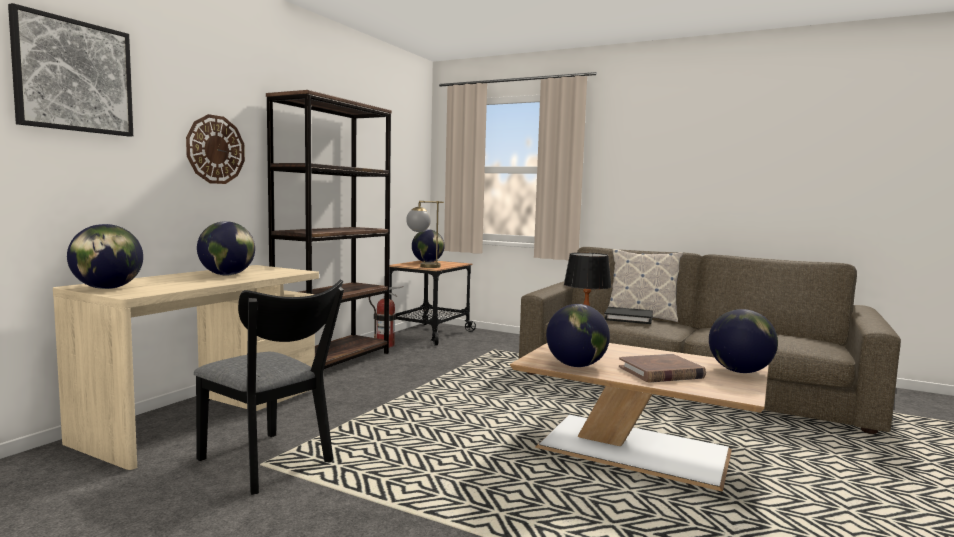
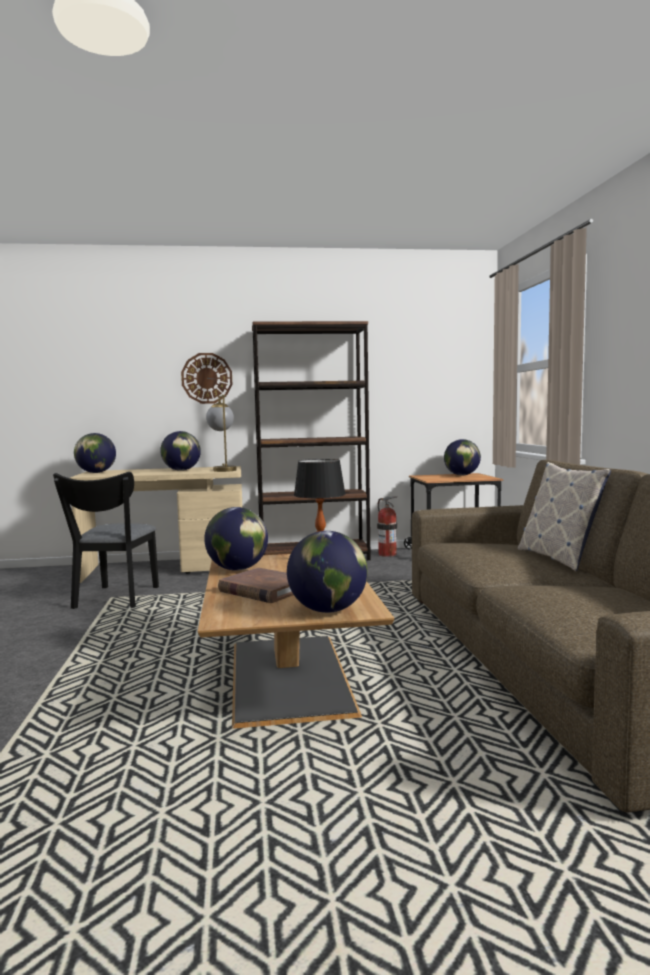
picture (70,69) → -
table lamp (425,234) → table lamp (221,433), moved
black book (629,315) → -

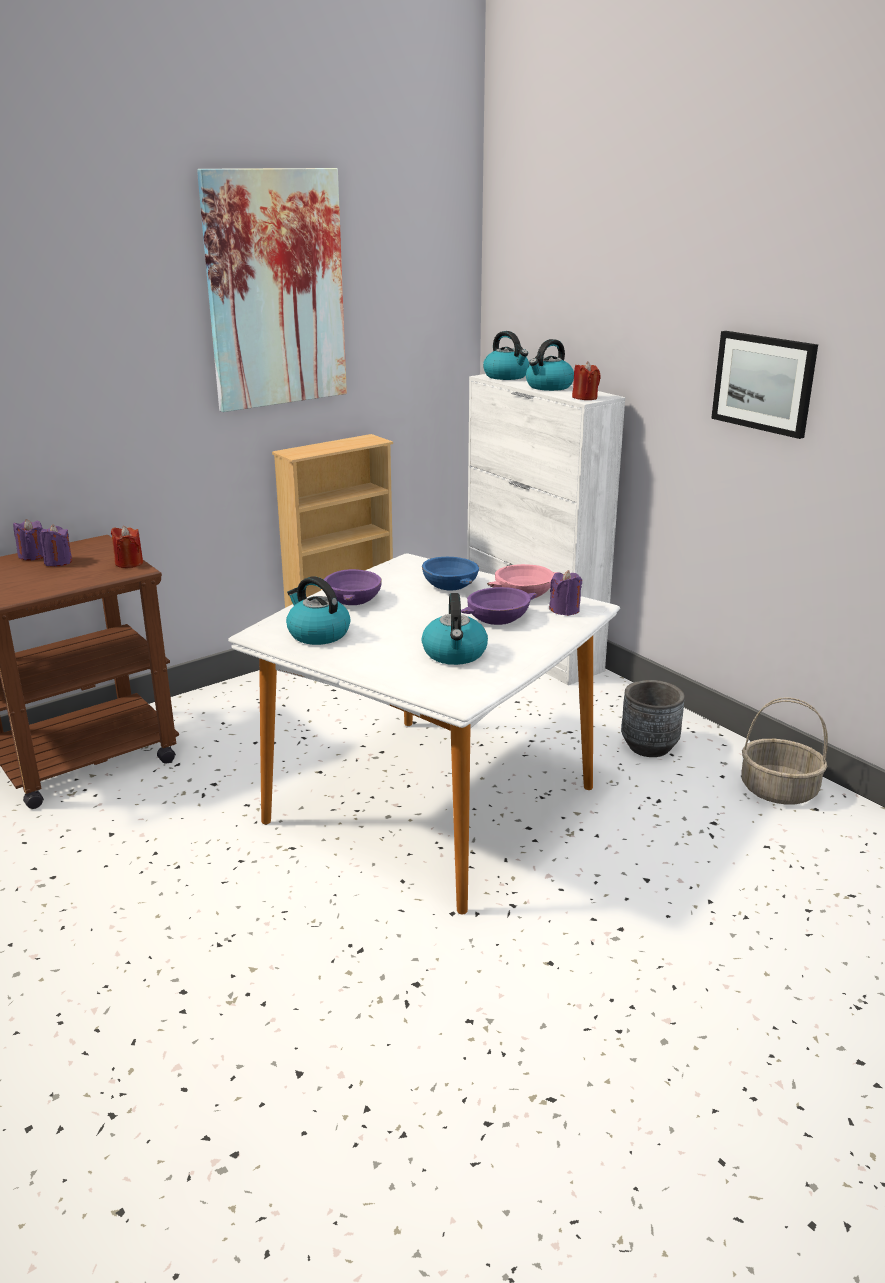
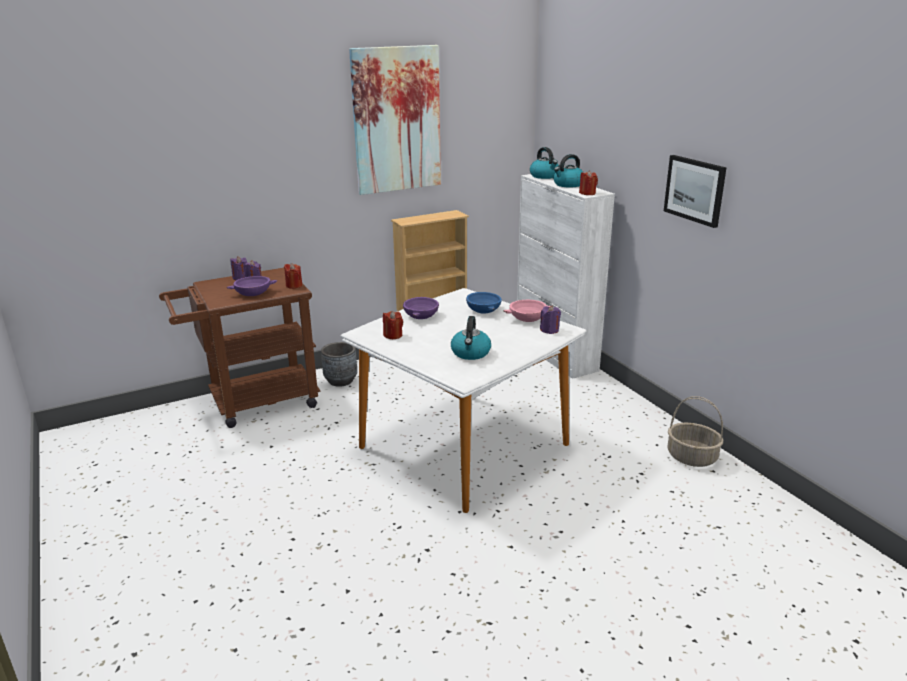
kettle (318,610) → red candle (393,325)
purple bowl (499,606) → purple bowl (252,286), moved
grey planter (653,718) → grey planter (339,364), moved

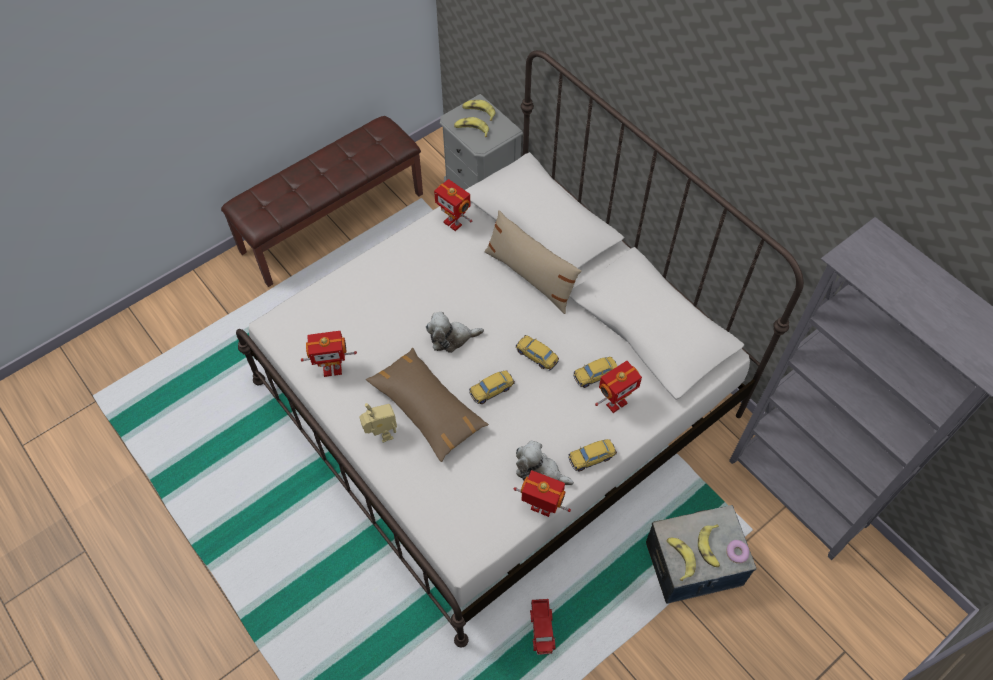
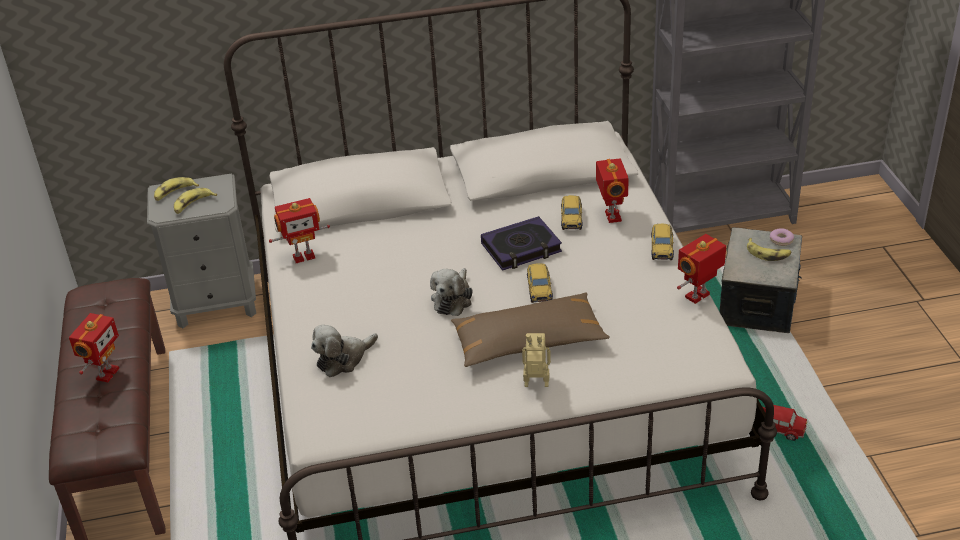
toy robot (329,354) → toy robot (94,347), moved
beige pillow (533,262) → -
toy car (537,352) → book (521,243)
plush toy (545,463) → plush toy (344,351), moved
banana (681,559) → -

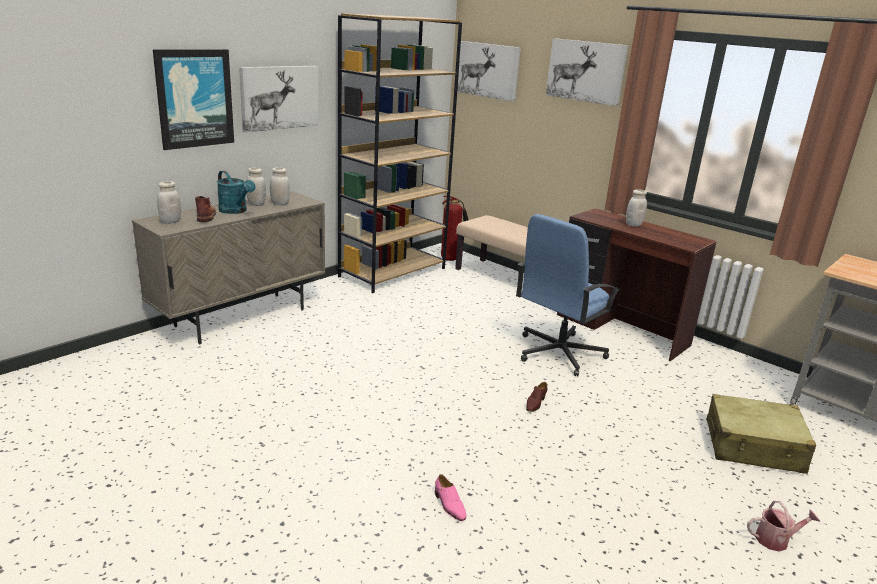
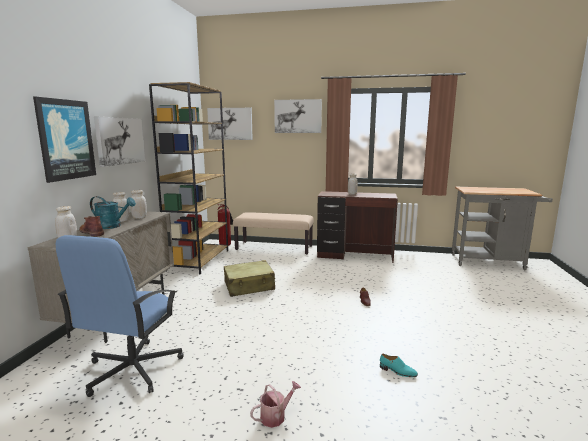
pink shoe (450,497) → turquoise shoe (399,365)
blue office chair (568,295) → blue office chair (120,316), moved
beige suitcase (761,434) → beige suitcase (249,278), moved
watering can (783,526) → watering can (275,404), moved

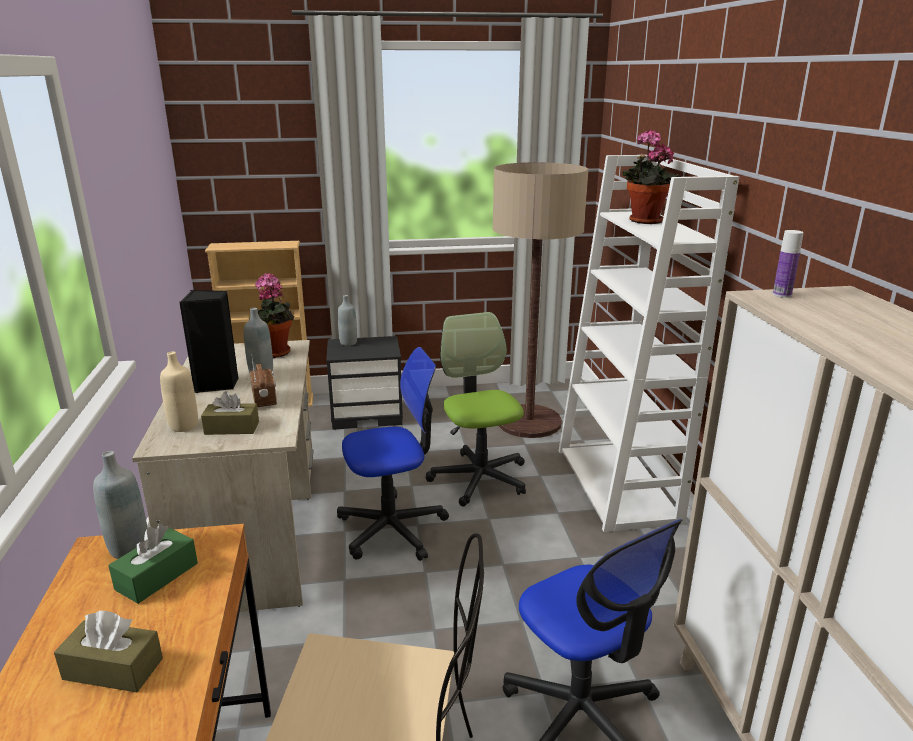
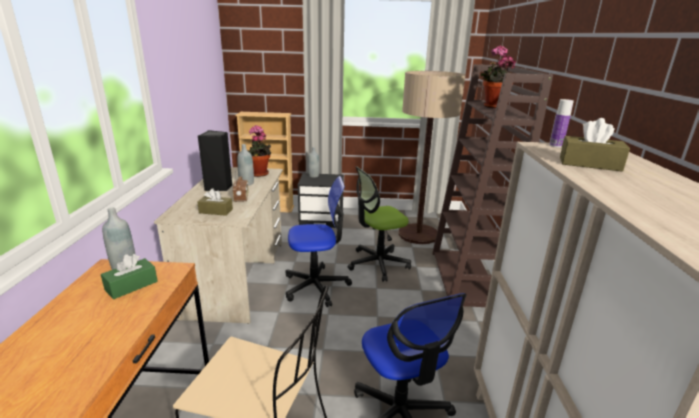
brown tissue box (108,651) → brown tissue box (595,145), moved
beige bottle (179,391) → -
office chair (476,409) → office chair (379,224), 105 degrees counterclockwise
white bookcase (649,343) → brown bookcase (492,185)

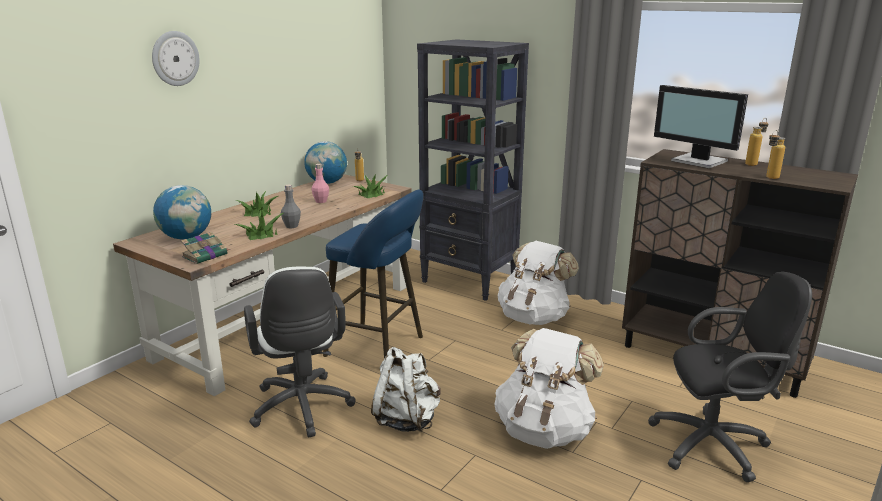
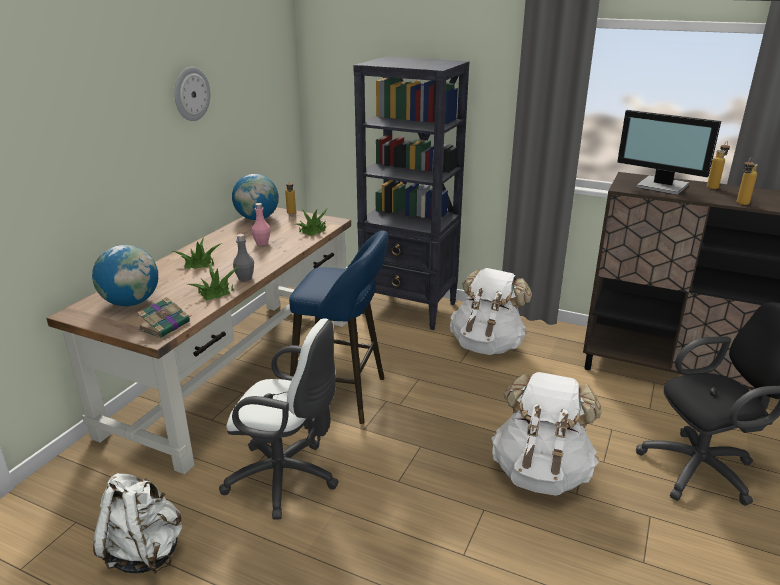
wall clock (176,58) → wall clock (192,94), moved
white office chair (300,352) → white office chair (279,419), 45 degrees counterclockwise
white backpack (406,389) → white backpack (137,523), moved

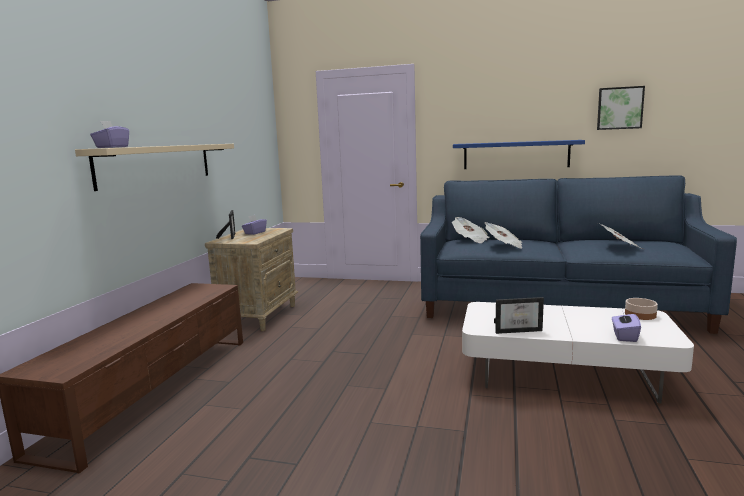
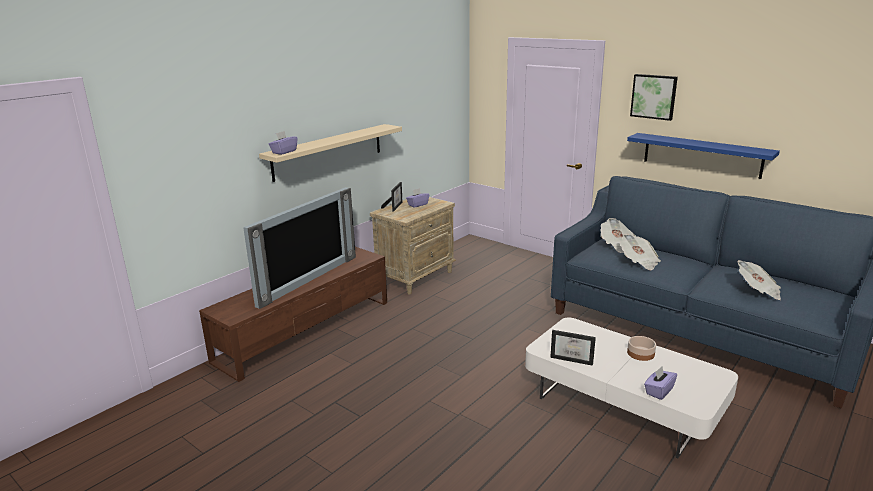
picture (621,108) → picture (654,97), moved
bowl (641,309) → bowl (641,348), moved
- → television (299,248)

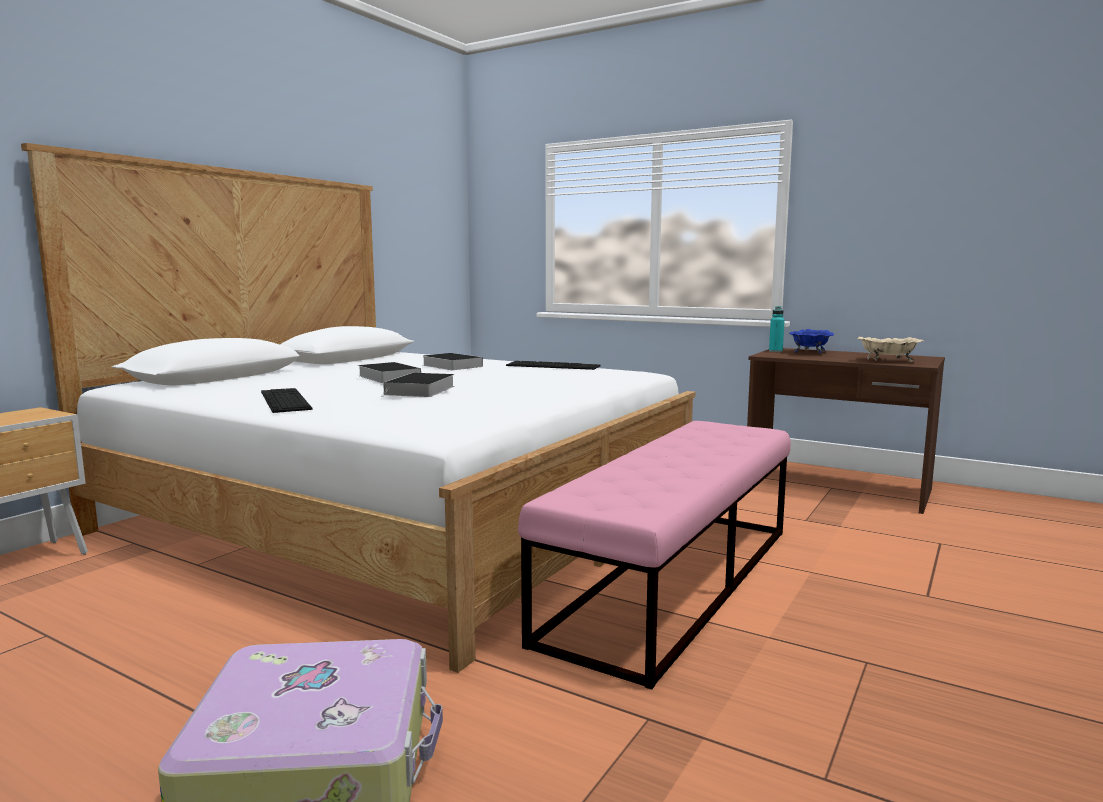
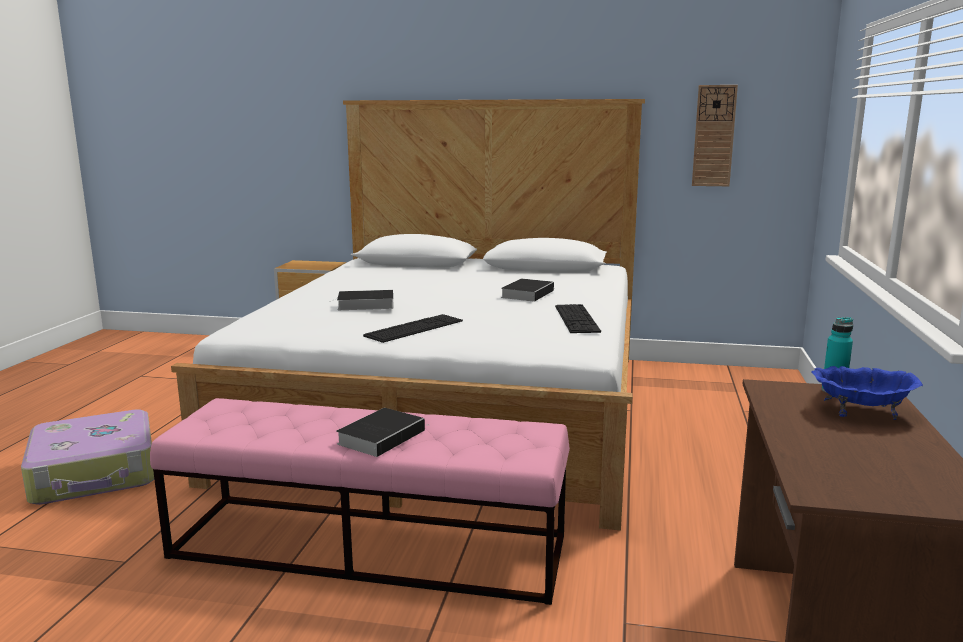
keyboard (286,400) → keyboard (413,328), moved
book (389,372) → book (382,432), moved
beige bowl (890,349) → -
- → wall clock (715,135)

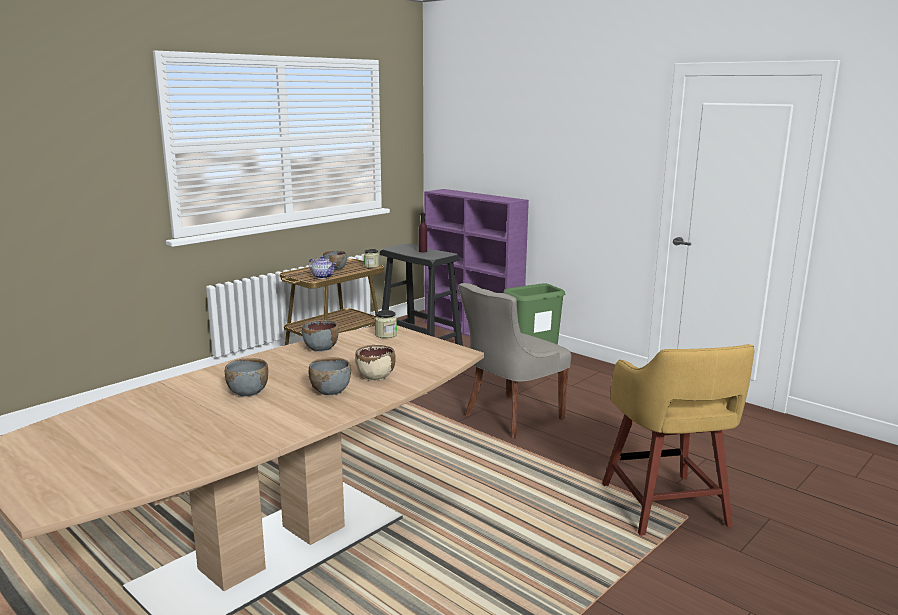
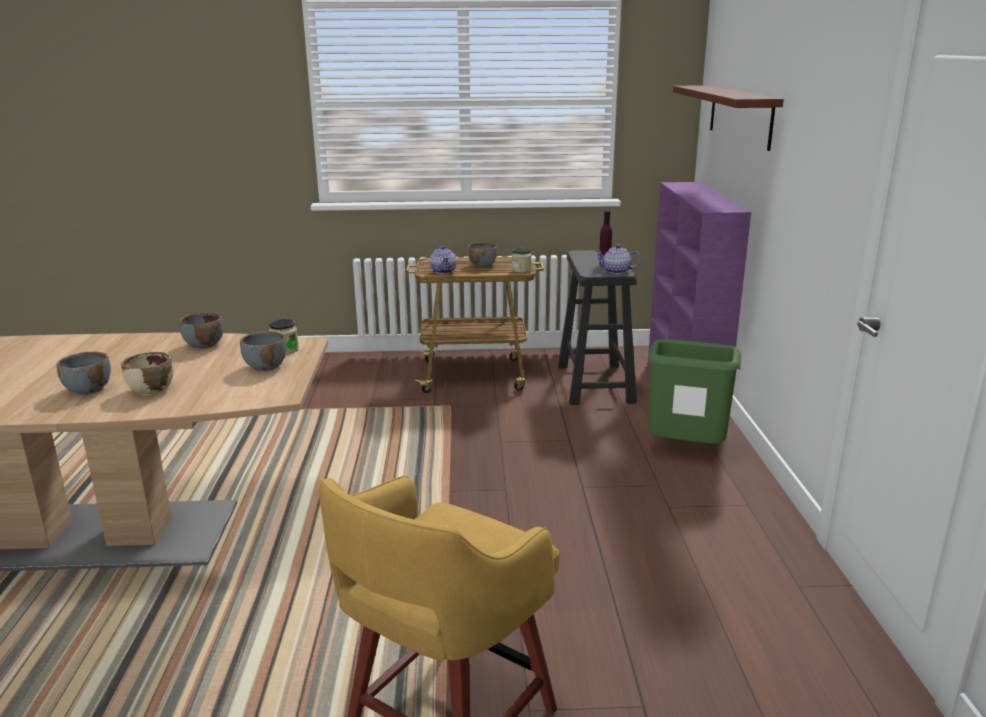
grey bowl (246,377) → grey bowl (263,351), moved
grey chair (514,361) → -
- → teapot (617,259)
- → brown shelf (728,118)

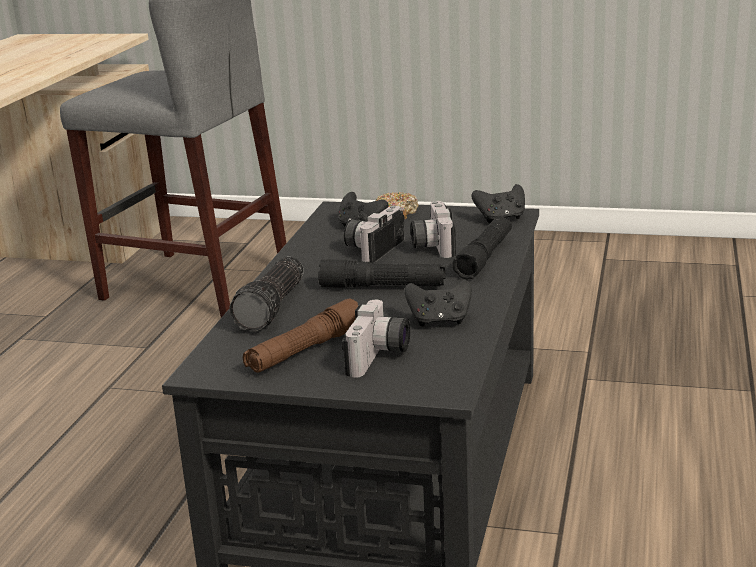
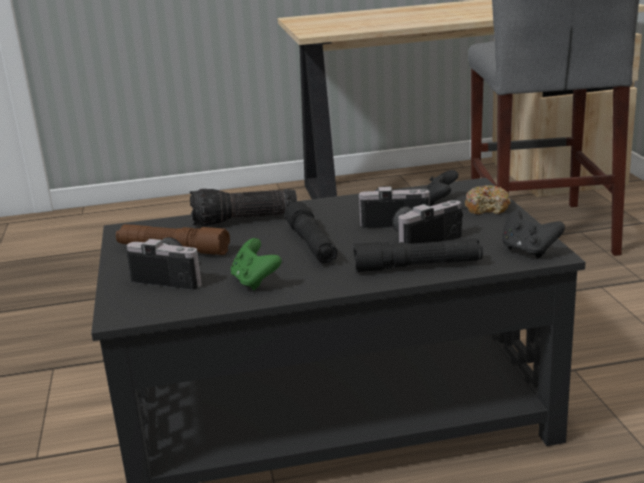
photo camera (376,339) → photo camera (164,263), 150 degrees counterclockwise
black game controller (438,303) → green game controller (256,264)

